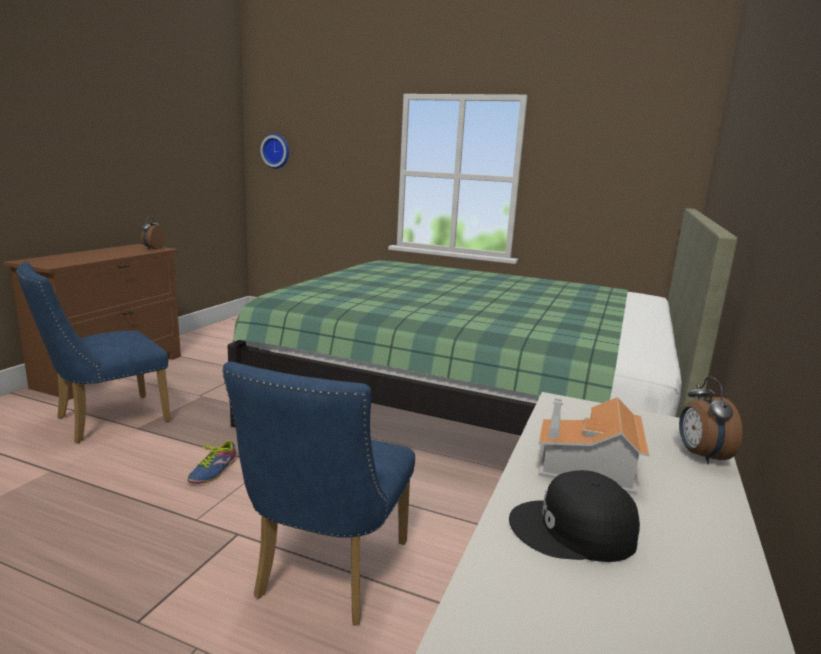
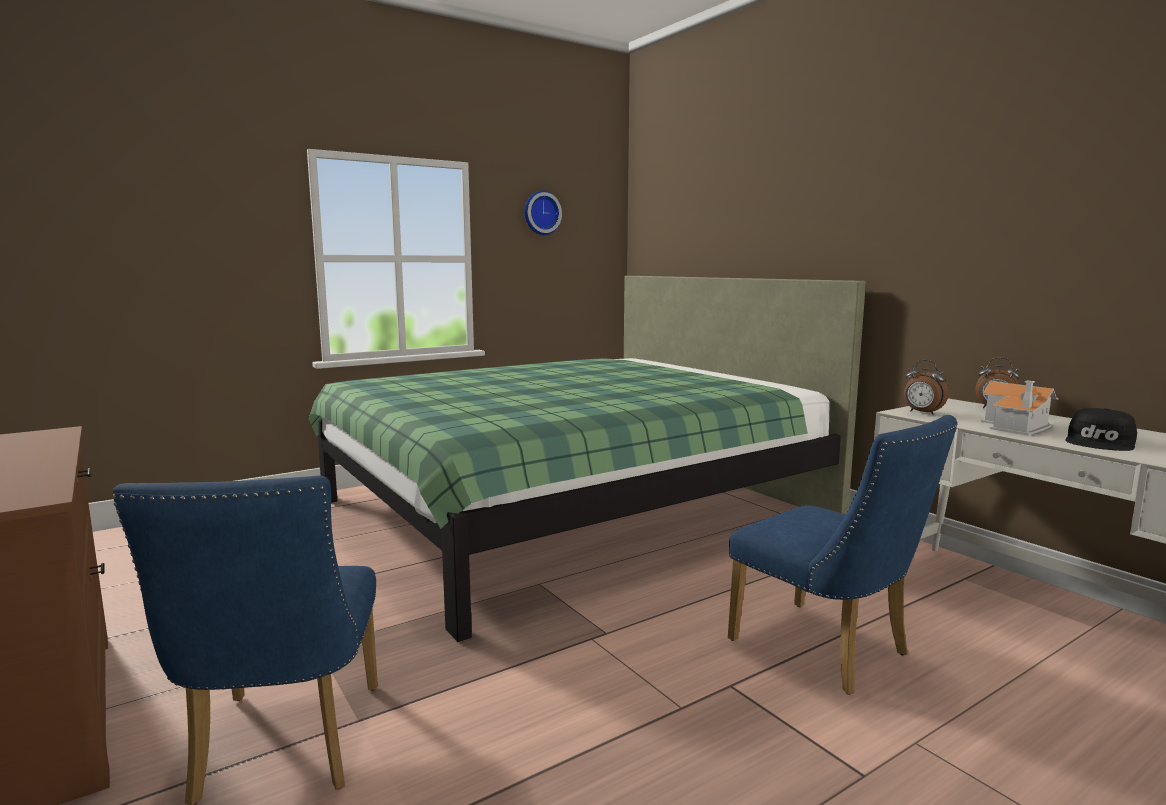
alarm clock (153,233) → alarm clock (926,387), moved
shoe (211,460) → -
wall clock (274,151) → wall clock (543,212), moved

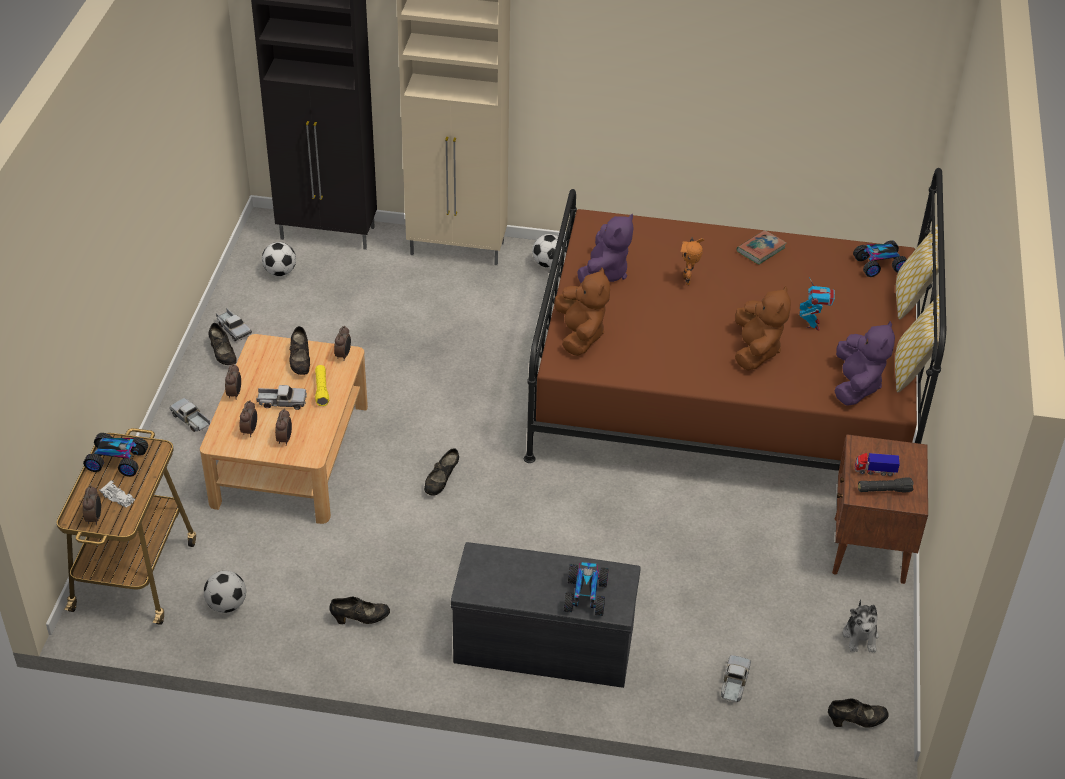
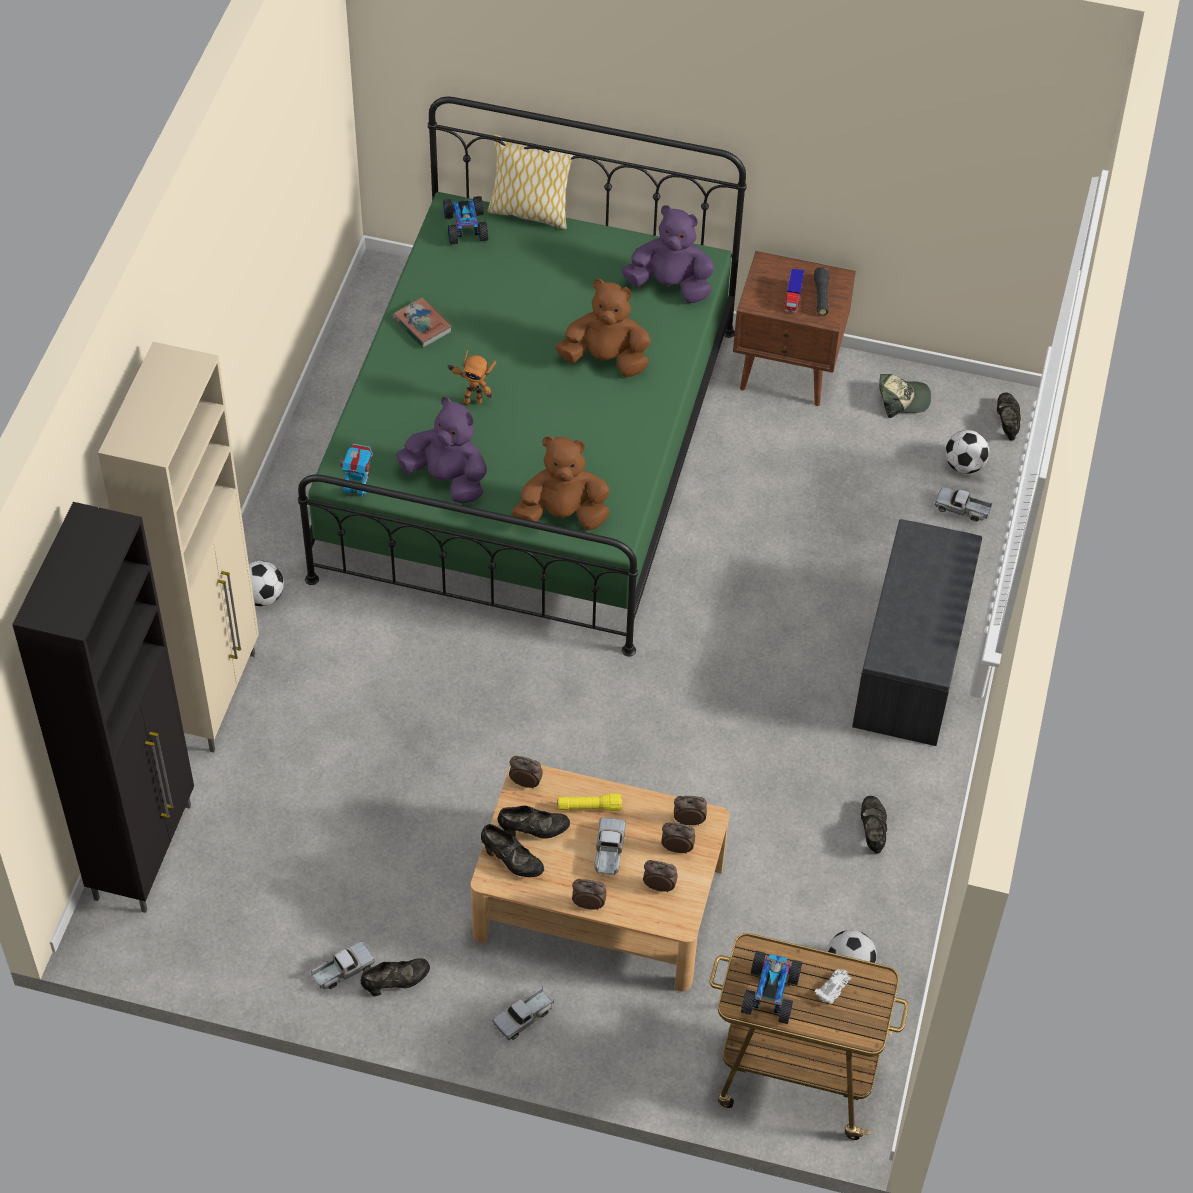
alarm clock (91,505) → alarm clock (690,811), moved
football (279,259) → football (967,452), moved
black shoe (441,472) → black shoe (512,850), moved
brown bed (735,319) → green bed (522,376)
toy car (586,589) → -
toy robot (817,303) → toy robot (356,472), moved
plush toy (861,625) → cap (905,396)
pillow (917,344) → -

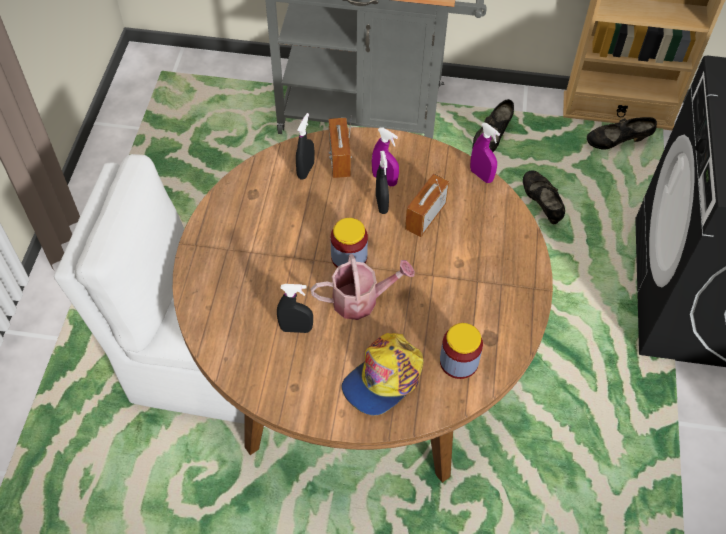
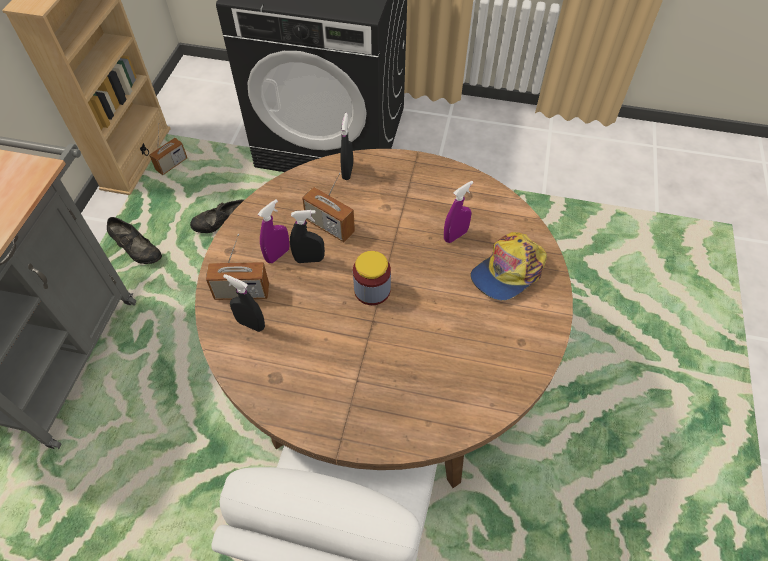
black spray bottle (295,308) → black spray bottle (346,146), moved
watering can (362,287) → -
cap (382,374) → cap (508,266), 90 degrees clockwise
jar (461,351) → -
purple spray bottle (485,153) → purple spray bottle (459,212), moved
black shoe (622,133) → radio (168,149)

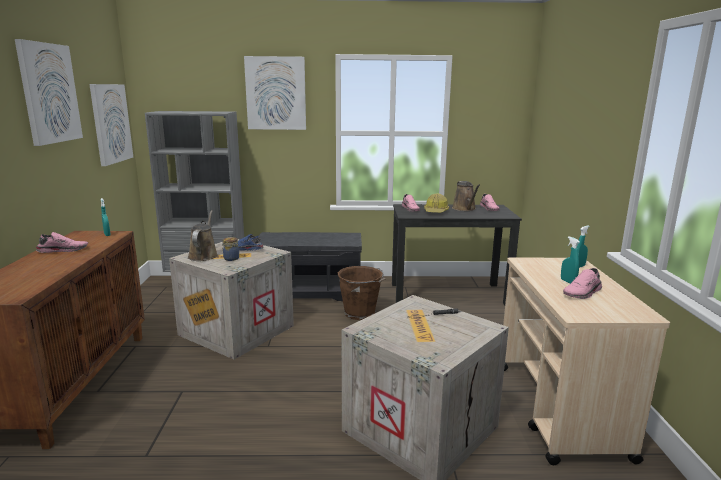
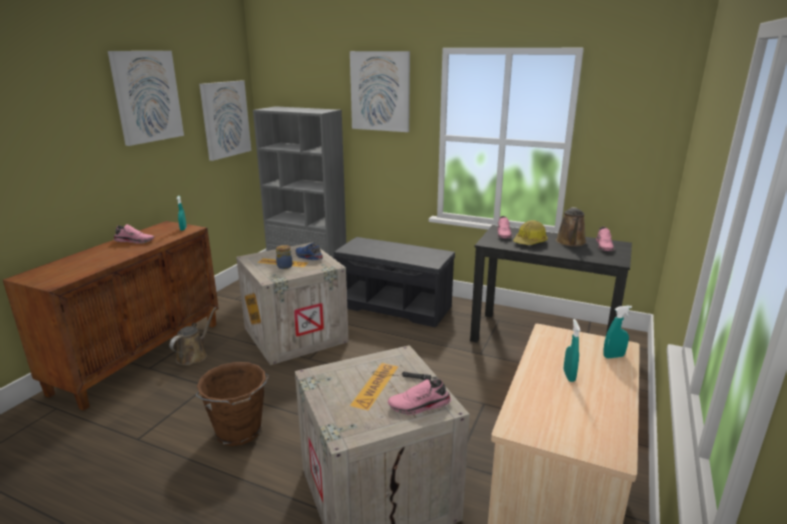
brown watering can (203,235) → brown watering can (193,336), moved
brown bucket (362,293) → brown bucket (232,404), moved
pink shoe (582,283) → pink shoe (419,397), moved

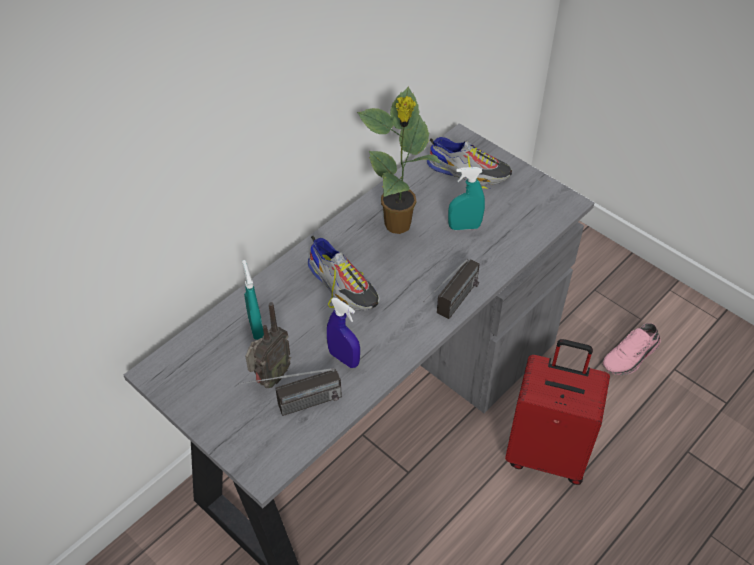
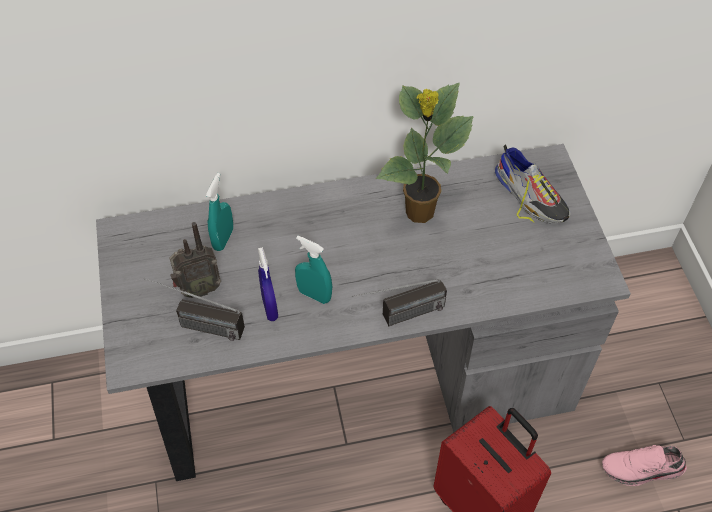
shoe (344,273) → -
turquoise spray bottle (466,198) → turquoise spray bottle (313,270), moved

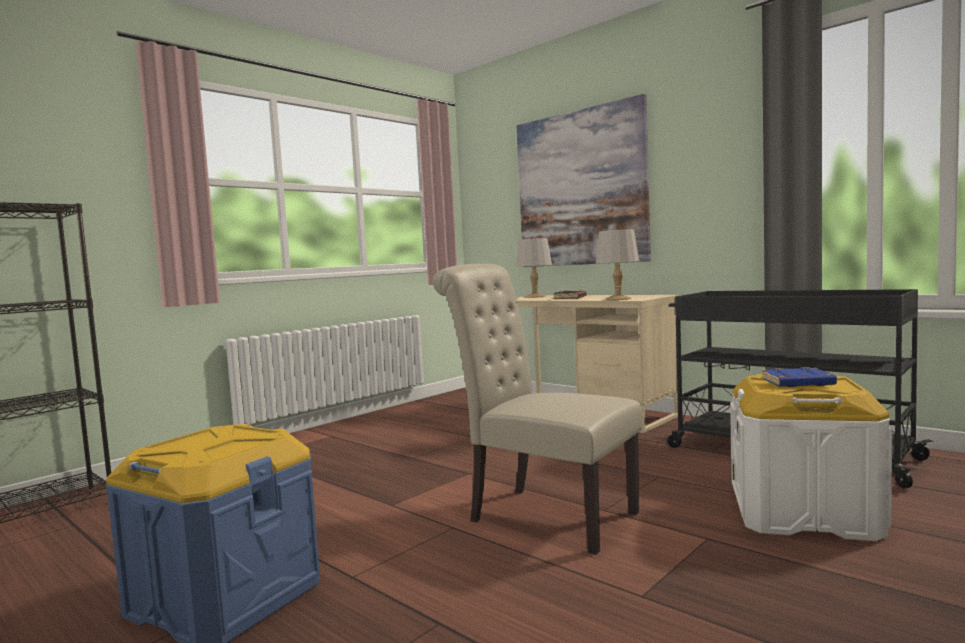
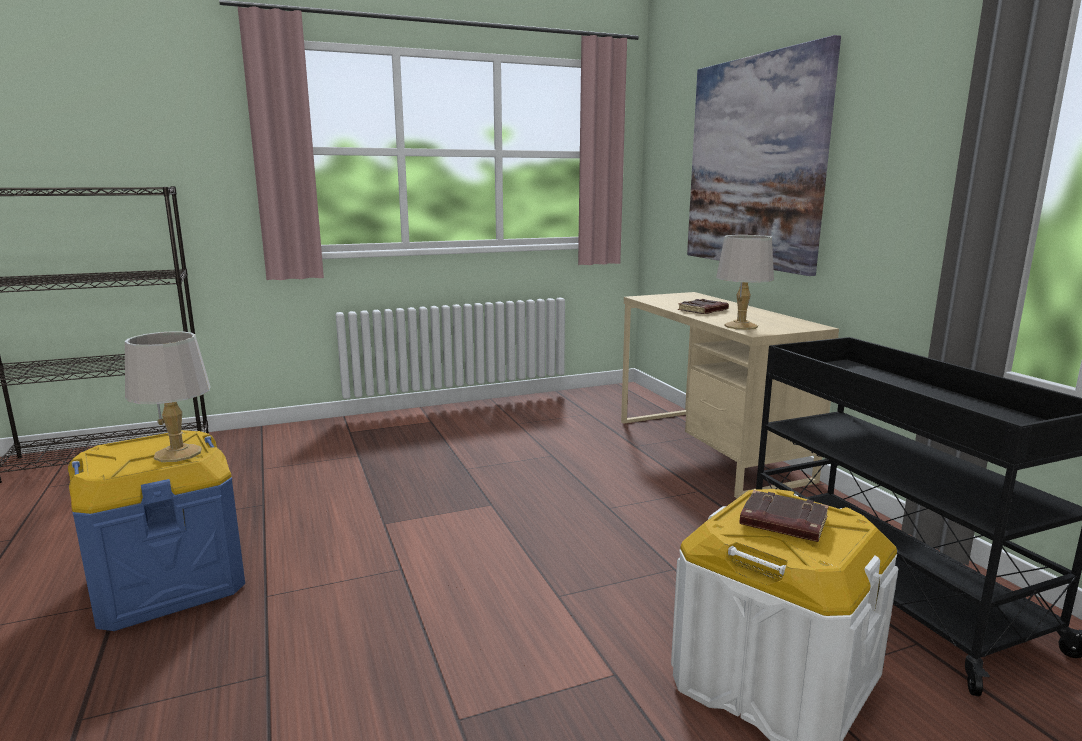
beige chair (538,409) → -
grey table lamp (534,268) → grey table lamp (168,396), moved
blue book (799,377) → brown book (784,516)

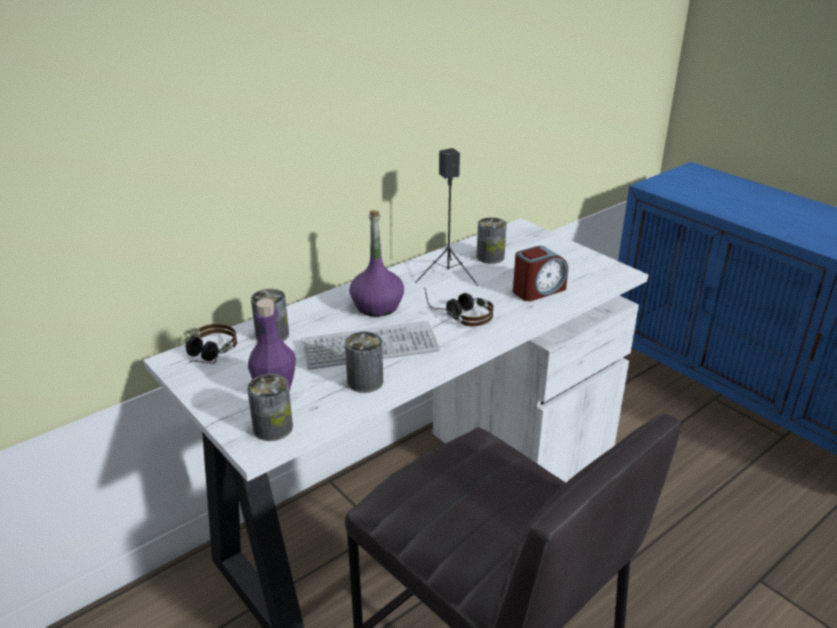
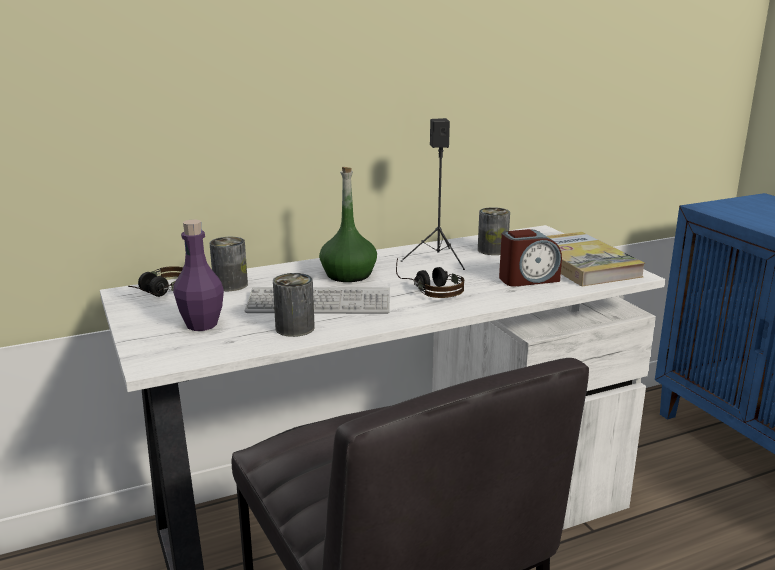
can (270,407) → -
purple bottle (376,263) → green bottle (348,224)
- → book (596,259)

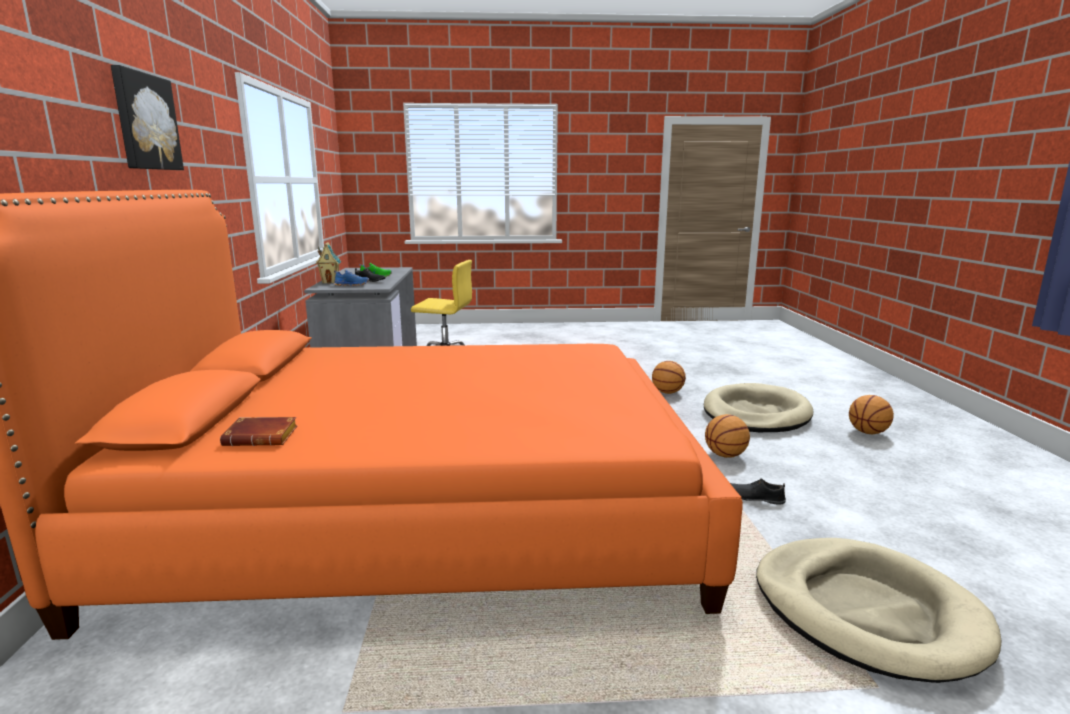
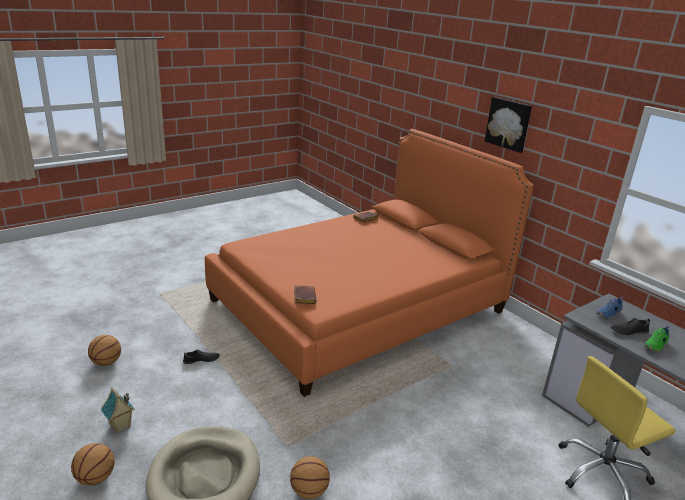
toy house (328,263) → toy house (118,410), moved
basketball (727,436) → basketball (104,350), moved
beige dog bed (878,610) → -
- → brown book (305,294)

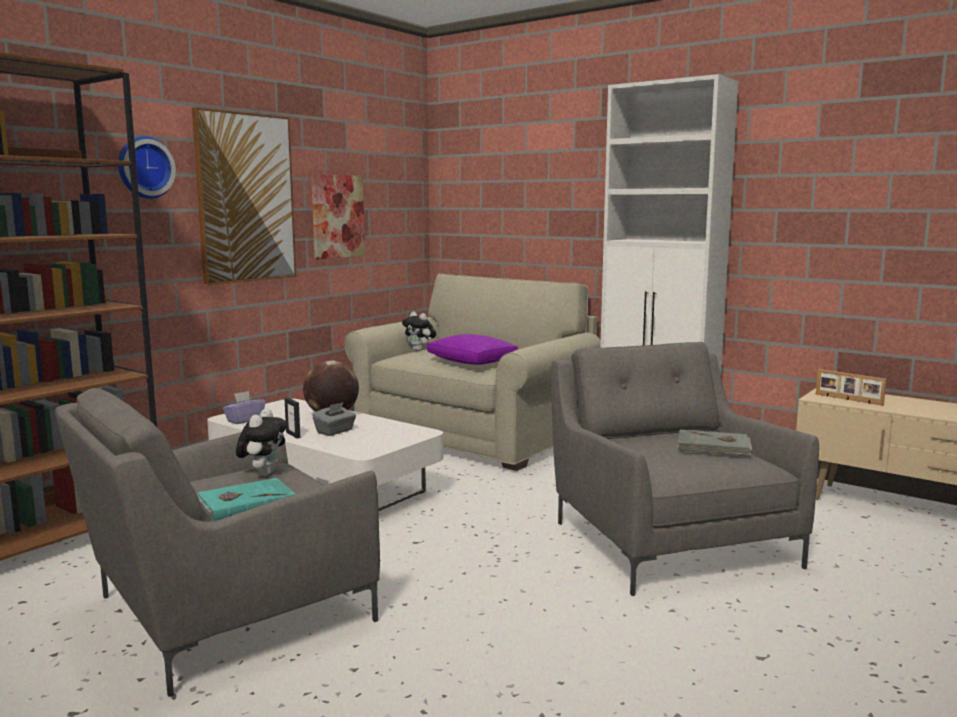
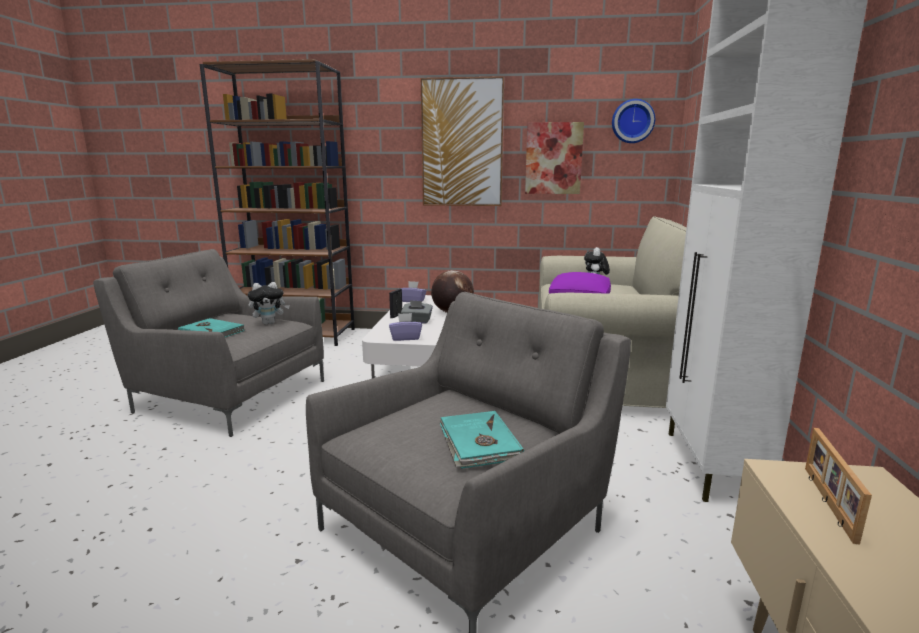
wall clock (147,167) → wall clock (633,121), moved
grey book (714,443) → turquoise book (481,440)
- → purple tissue box (405,327)

